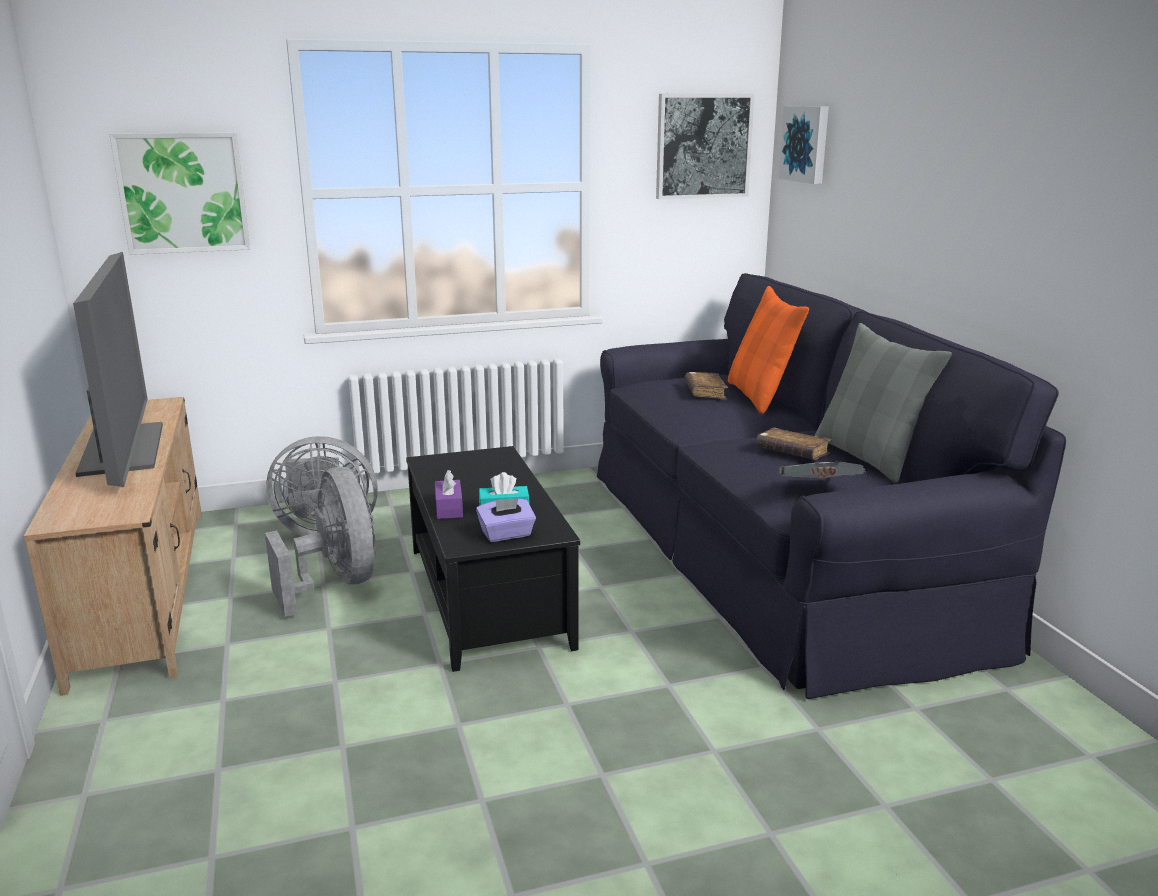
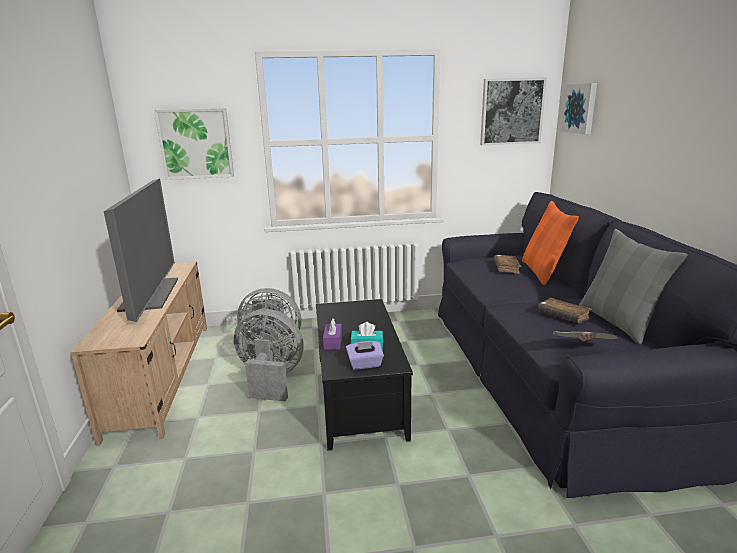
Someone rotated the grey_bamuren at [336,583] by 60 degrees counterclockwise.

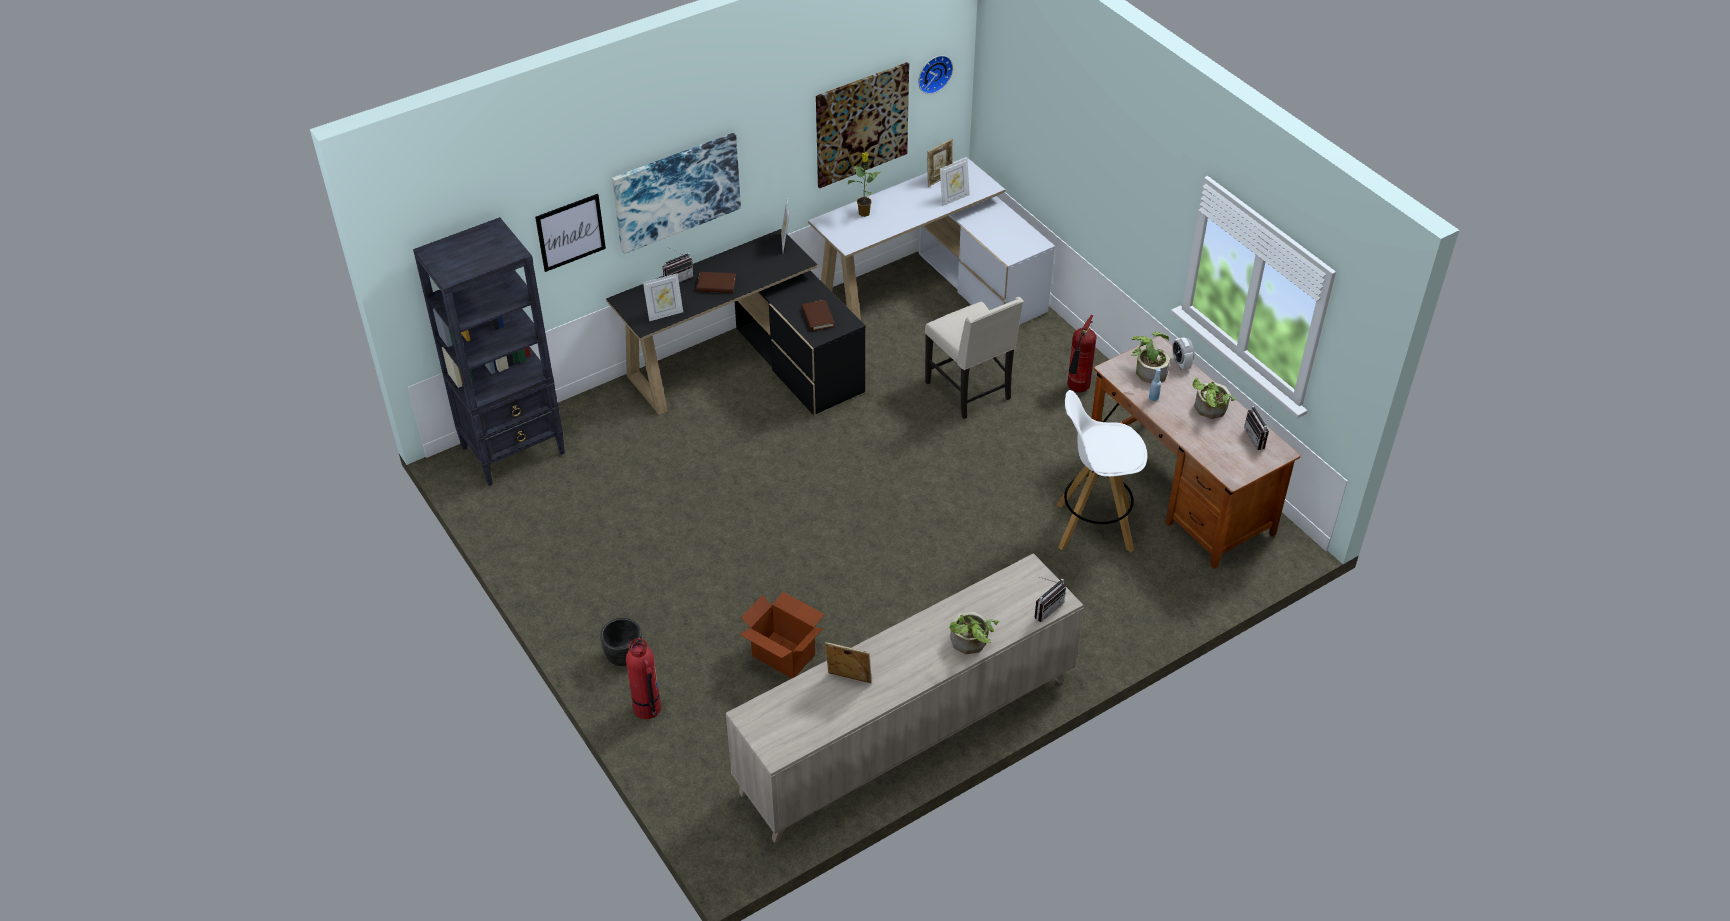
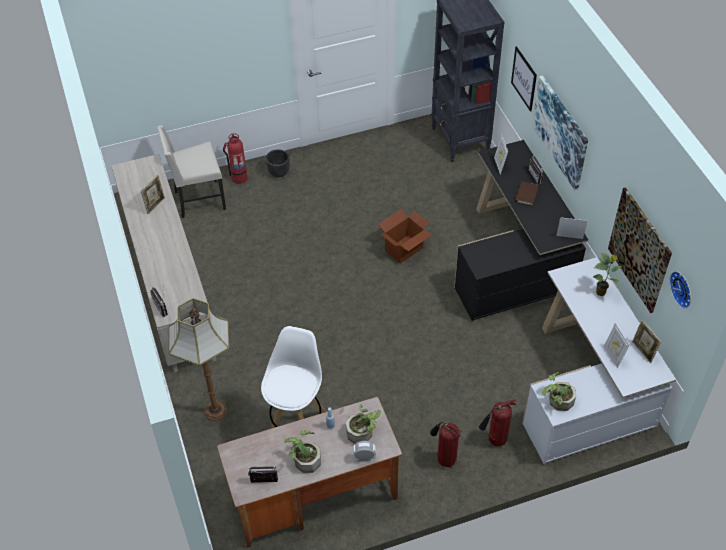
Someone carried the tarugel from [784,655] to [404,249]. Someone took away the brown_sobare at [817,317]. Someone carried the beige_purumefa from [970,391] to [198,200]. Someone carried the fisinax from [970,644] to [557,401]. Someone put down the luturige at [214,411]. Someone put down the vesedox at [495,441].

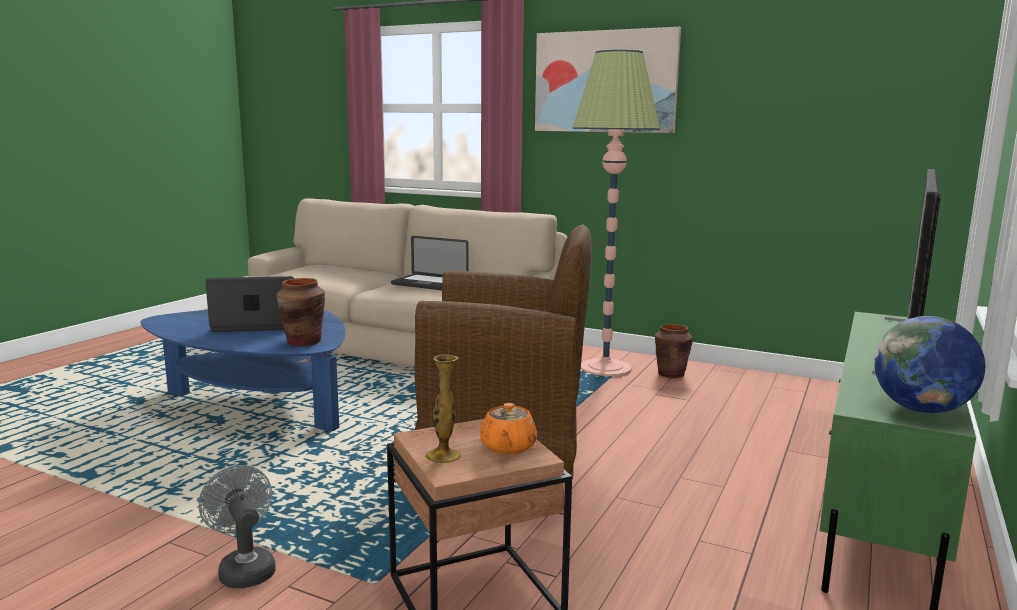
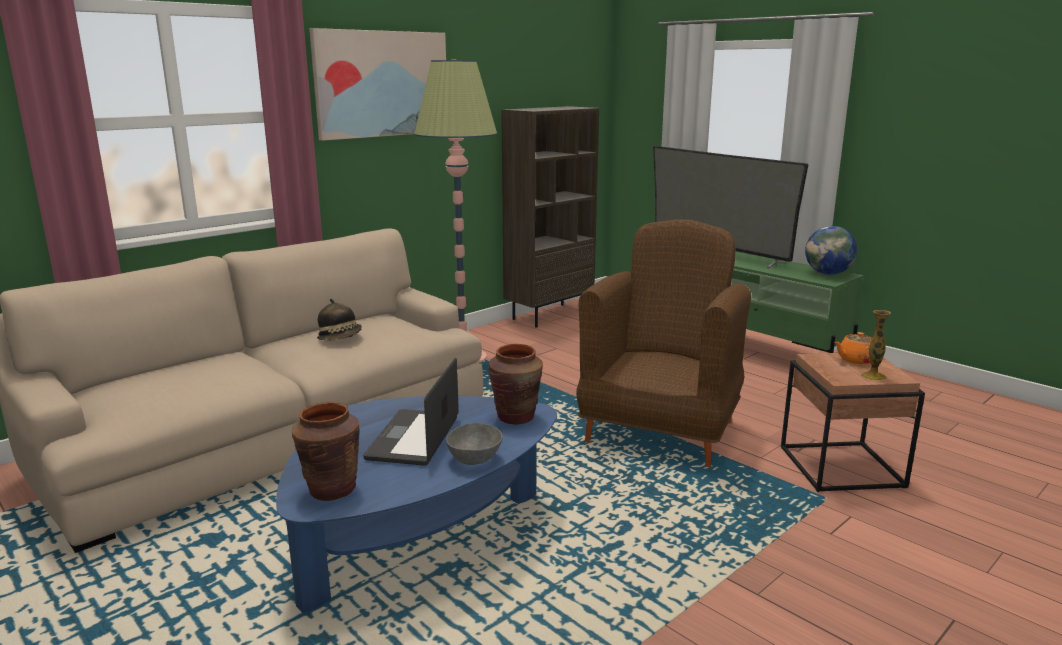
Someone took away the grey_bamuren at [244,569]. Someone swapped the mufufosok at [429,284] for the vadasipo at [341,338]. Someone rotated the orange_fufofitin at [508,447] by 135 degrees clockwise. Someone carried the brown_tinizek from [671,374] to [332,490]. Someone put down the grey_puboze at [475,459]. Someone put down the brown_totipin at [549,315].

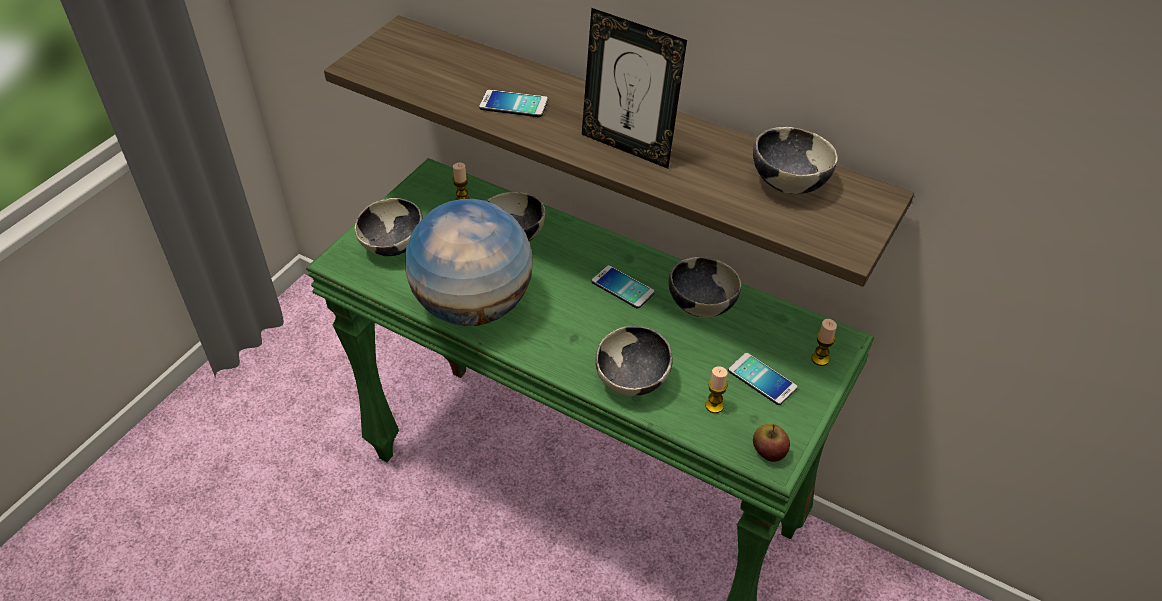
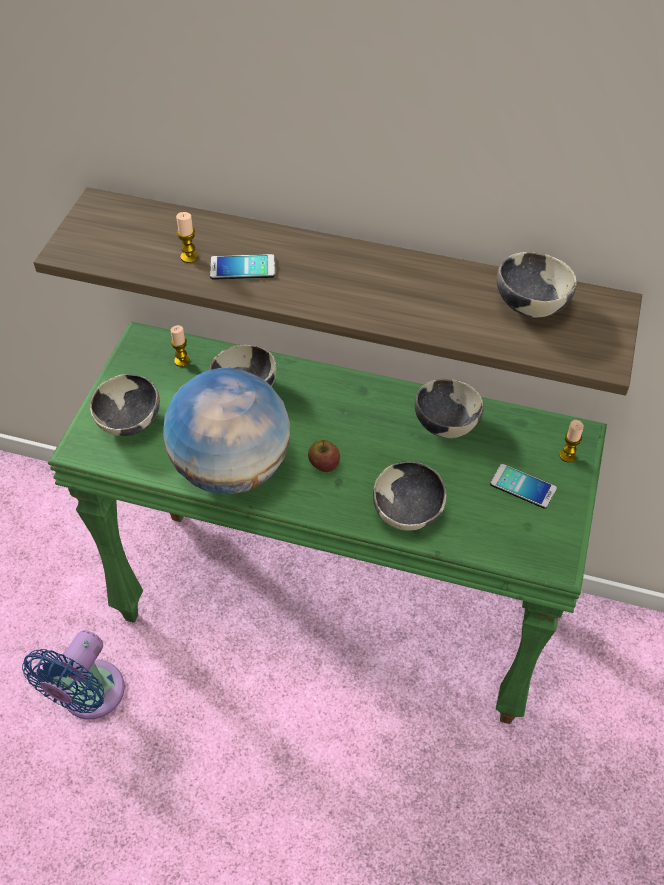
Someone took away the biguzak at [628,147]. Someone took away the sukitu at [622,287]. Someone carried the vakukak from [714,406] to [189,257]. Someone carried the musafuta from [768,452] to [324,464]. Someone put down the blue_bamuren at [89,696].

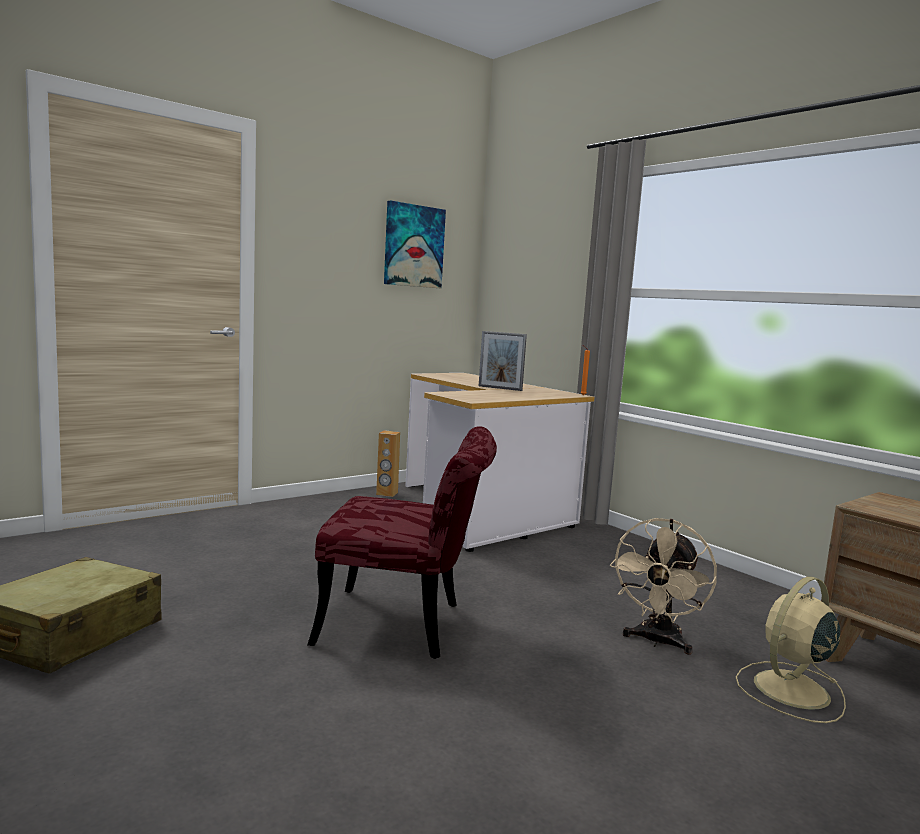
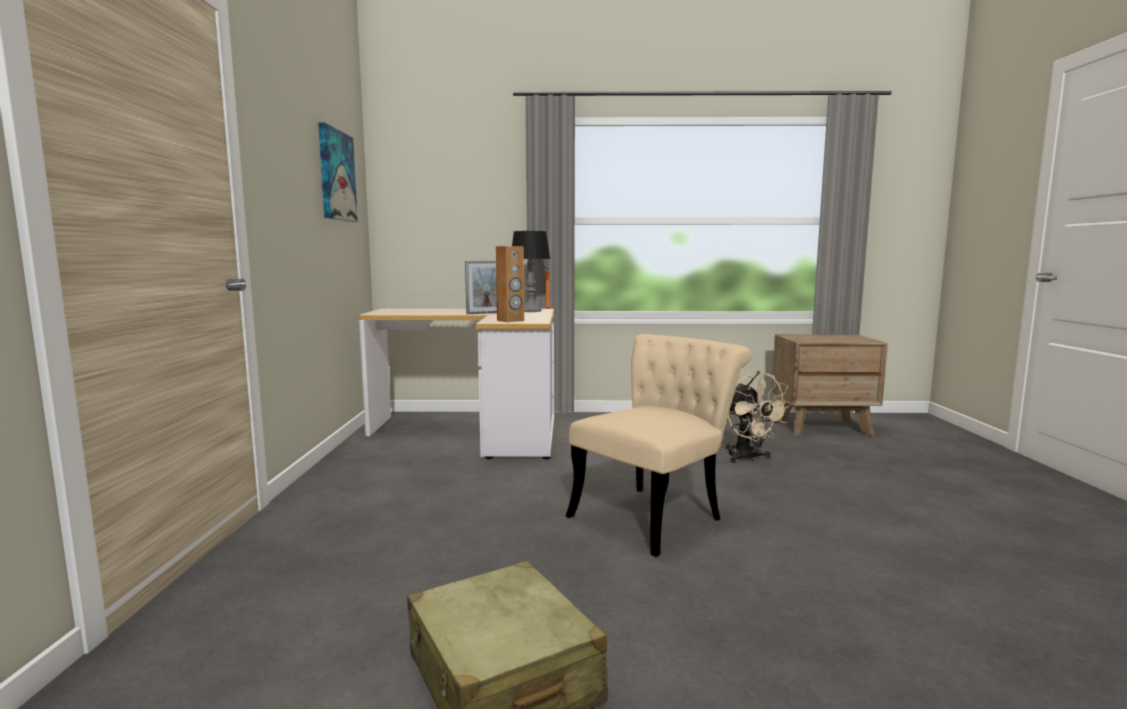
Someone repainted the red_purumefa at [406,625], which became the beige_purumefa at [655,514]. Someone carried the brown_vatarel from [387,493] to [510,320]. Someone took away the beige_bamuren at [789,690]. Someone put down the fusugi at [530,311].

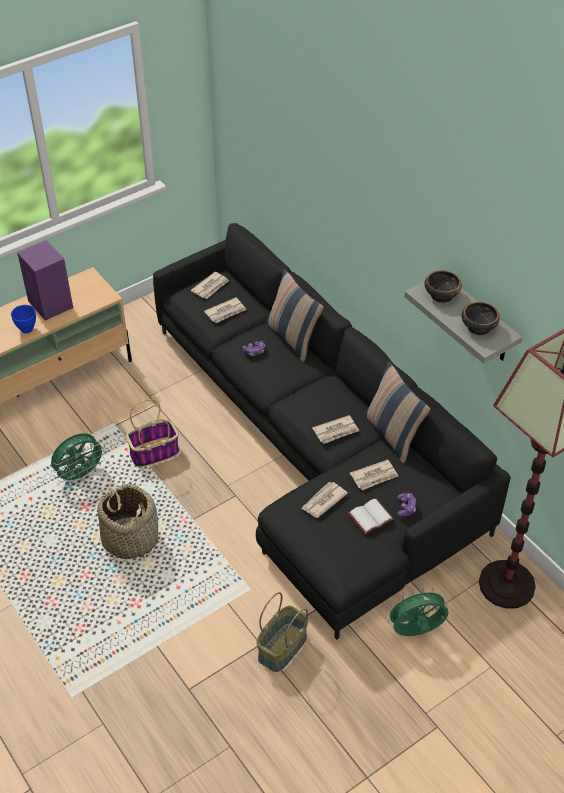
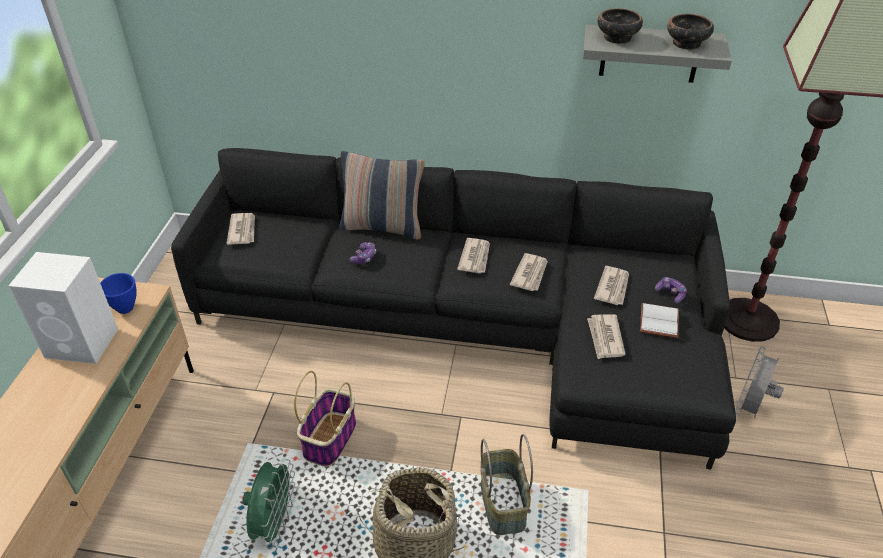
Someone carried the blue_puboze from [26,329] to [124,309]. Someone repainted the purple_vatarel at [51,305], which became the white_vatarel at [83,343]. Someone carried the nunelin from [226,312] to [475,257]. Someone carried the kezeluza from [283,648] to [504,504]. Someone took away the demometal at [392,435]. Someone repainted the green_bamuren at [416,632], which became the grey_bamuren at [749,408].

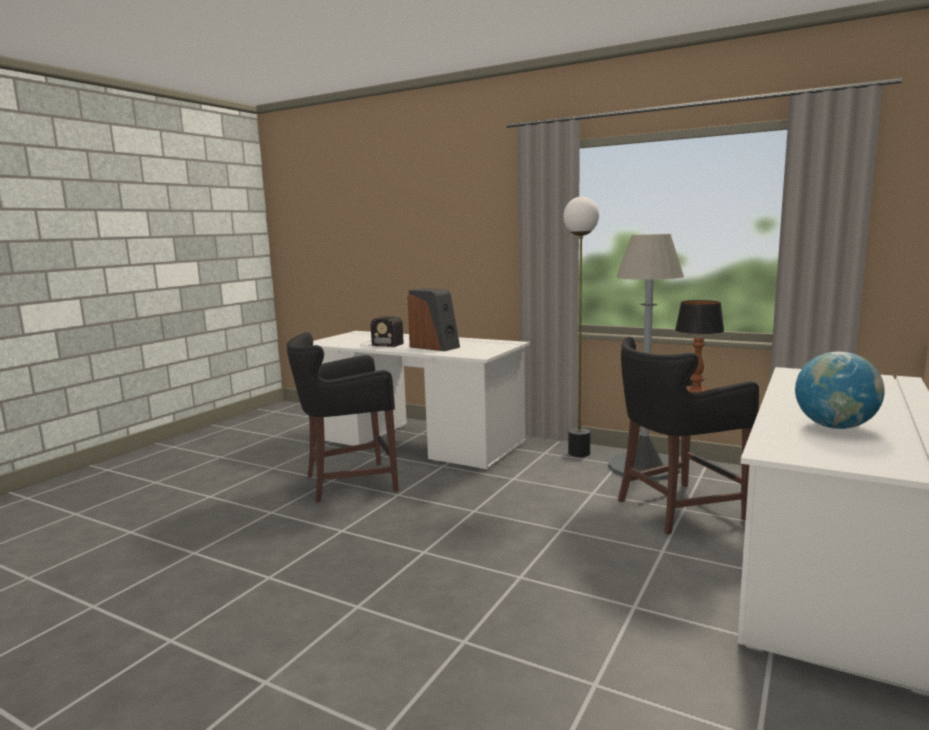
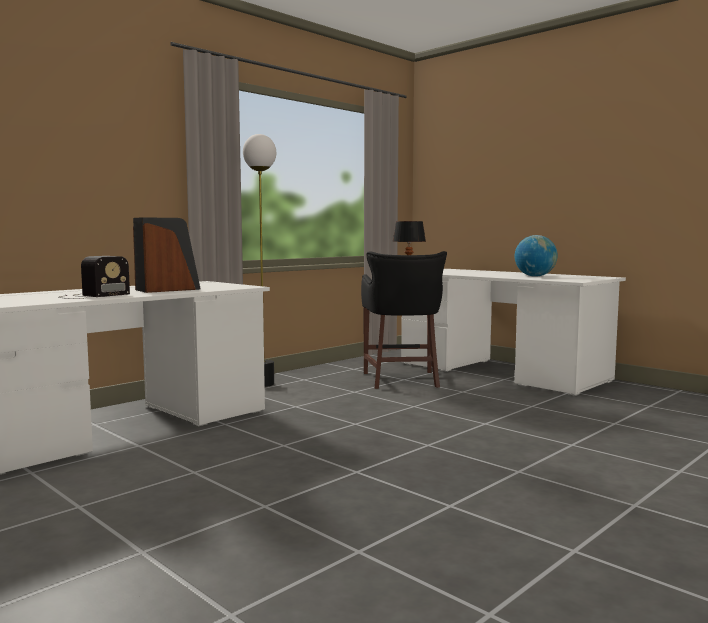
Someone took away the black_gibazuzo at [347,482]. Someone took away the grey_luturige at [643,467].

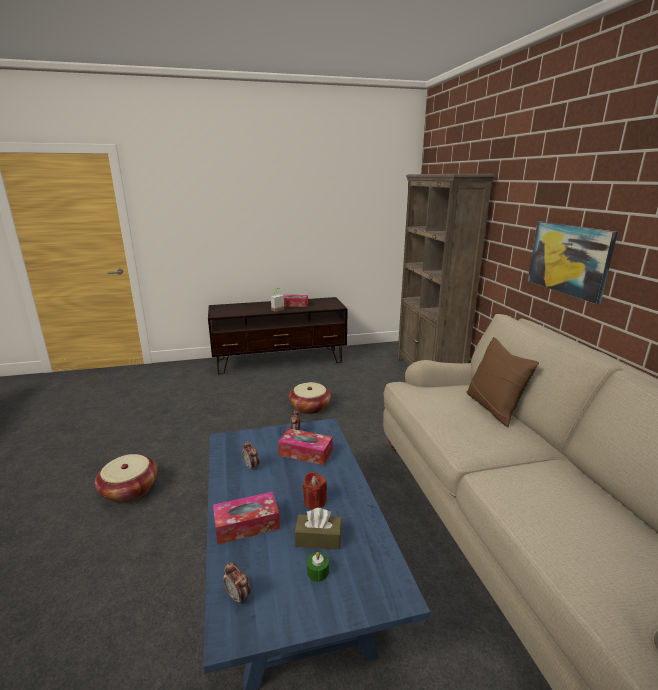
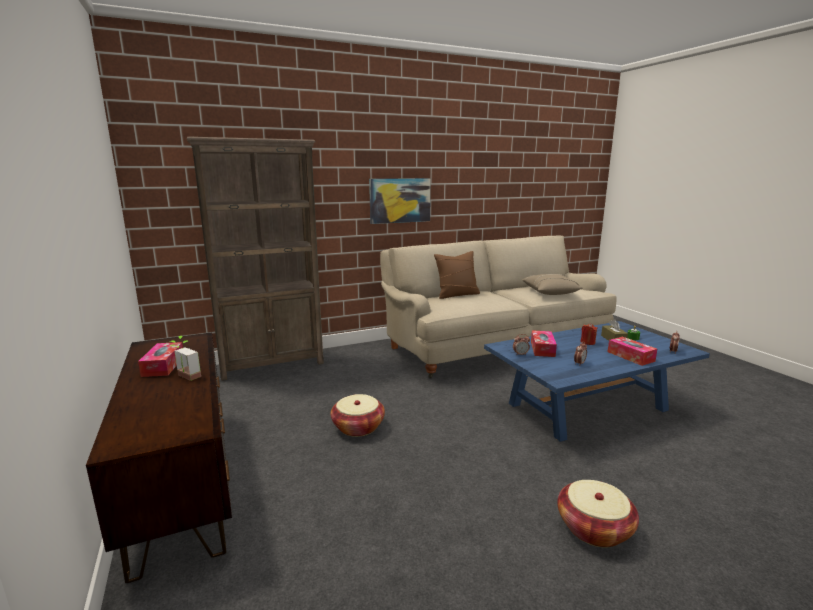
Someone put down the beige_demometal at [550,292].

